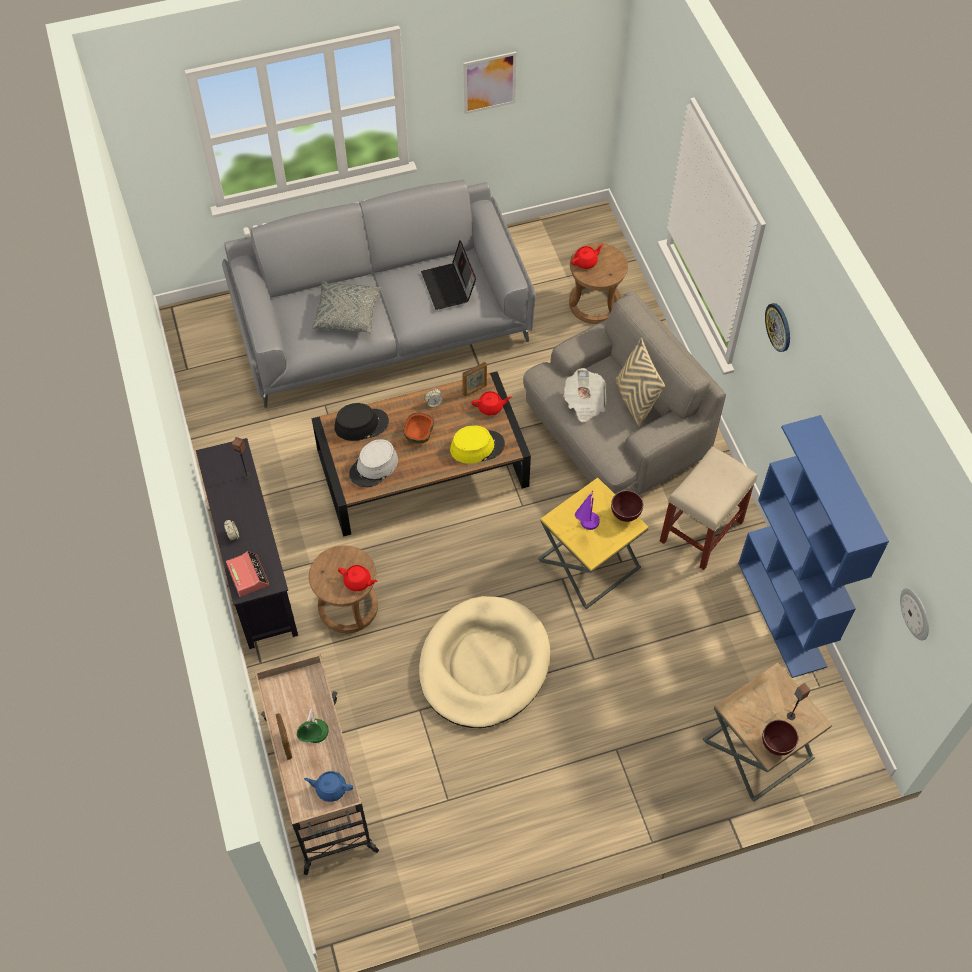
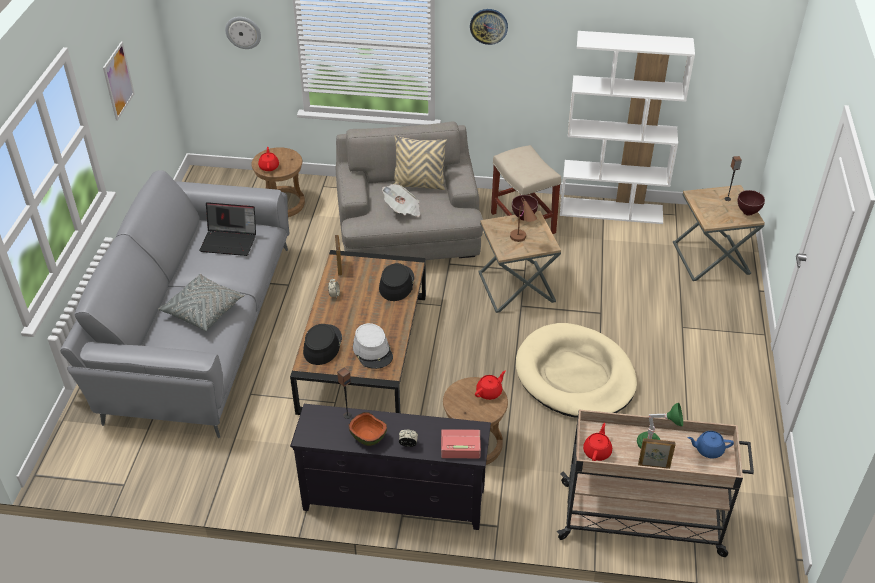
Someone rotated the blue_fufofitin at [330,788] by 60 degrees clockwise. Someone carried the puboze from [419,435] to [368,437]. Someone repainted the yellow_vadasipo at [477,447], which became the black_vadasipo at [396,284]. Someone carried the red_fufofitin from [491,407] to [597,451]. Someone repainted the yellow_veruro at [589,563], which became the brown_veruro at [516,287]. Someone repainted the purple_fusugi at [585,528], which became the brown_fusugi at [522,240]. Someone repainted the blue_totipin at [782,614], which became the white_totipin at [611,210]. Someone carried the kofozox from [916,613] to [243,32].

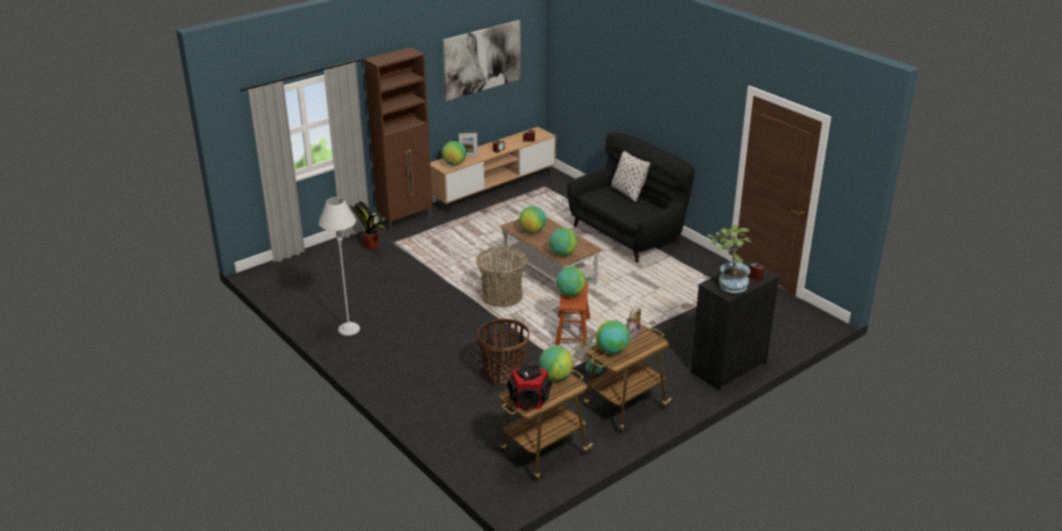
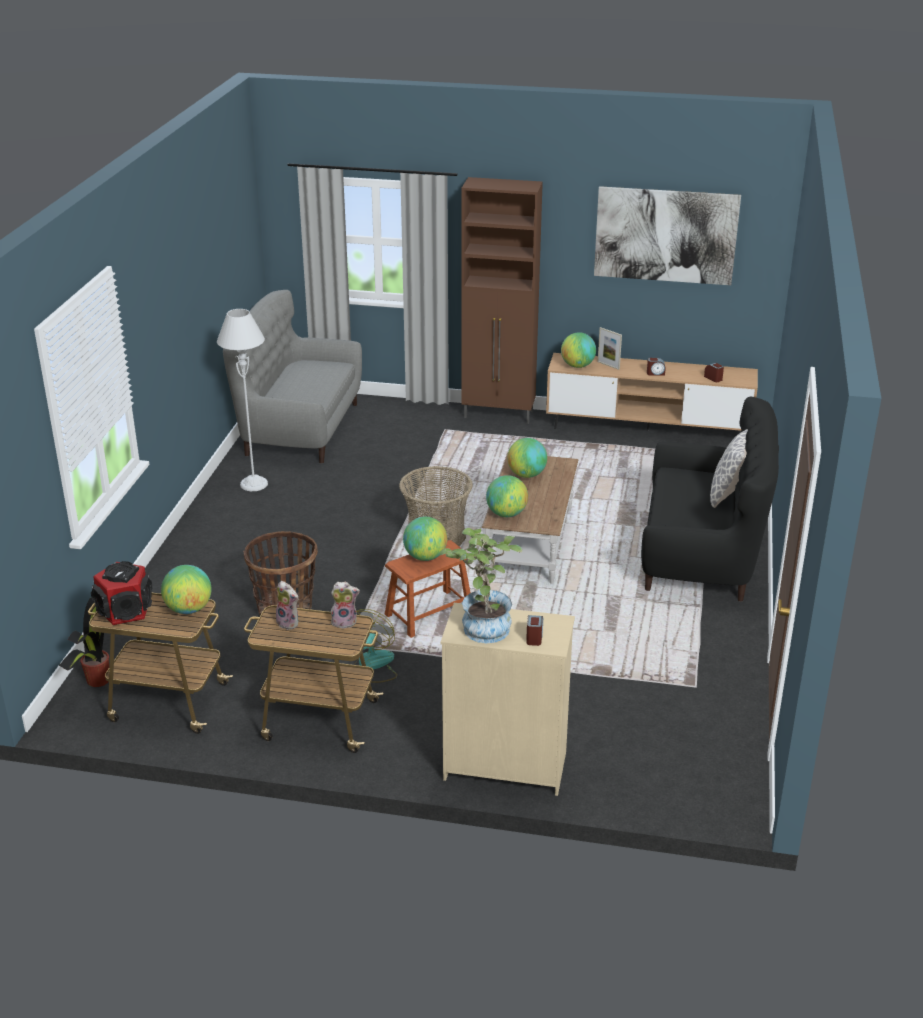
Someone carried the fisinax from [372,246] to [97,681]. Someone swapped the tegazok at [612,350] for the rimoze at [289,623]. Someone repainted the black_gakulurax at [728,367], which became the beige_gakulurax at [505,765]. Someone put down the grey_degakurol at [299,428].

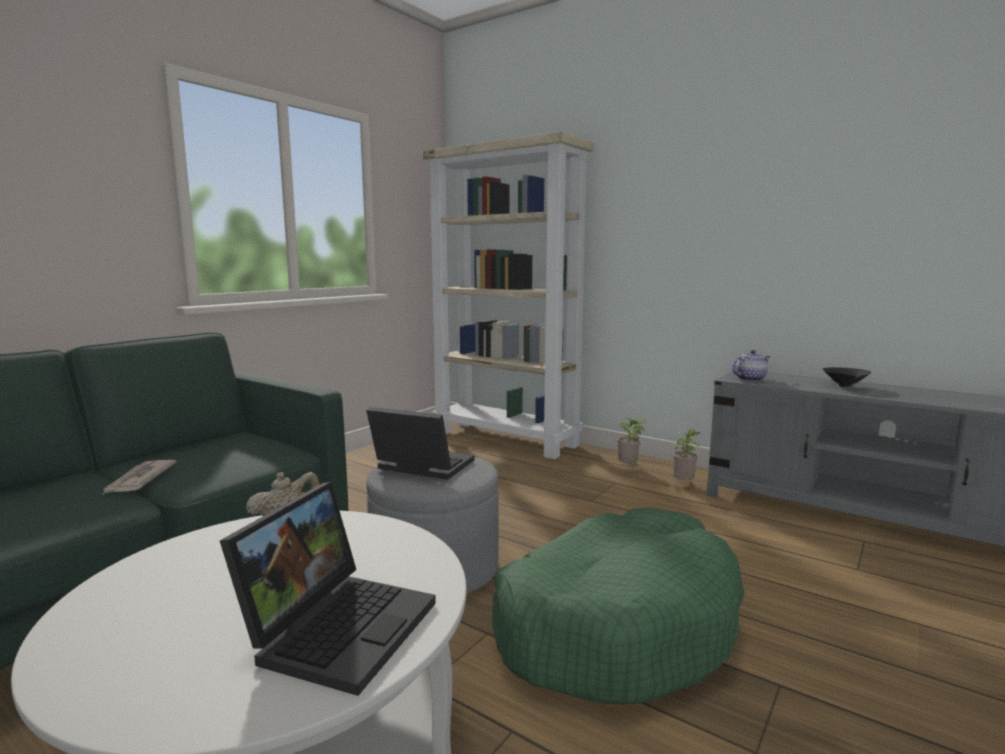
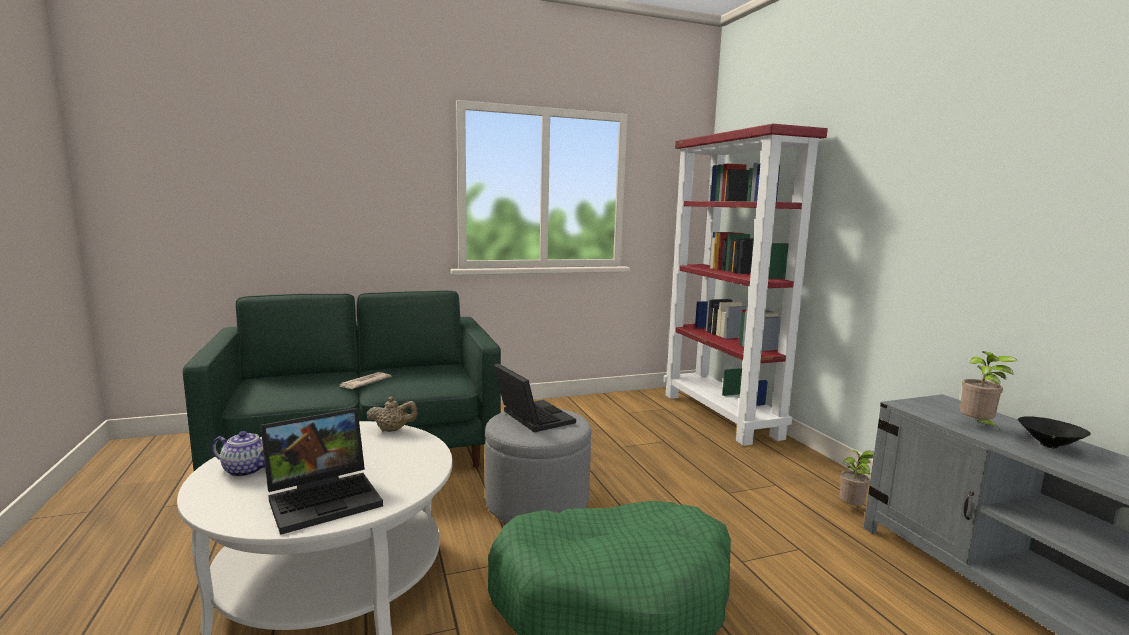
Someone repainted the beige_totipin at [506,439], which became the red_totipin at [721,415]. Someone carried the fisinax from [629,468] to [977,426]. Someone carried the fufofitin from [750,379] to [247,470].

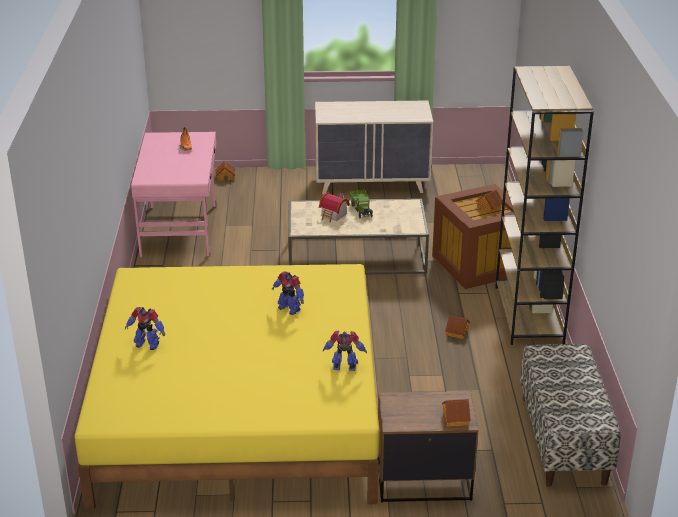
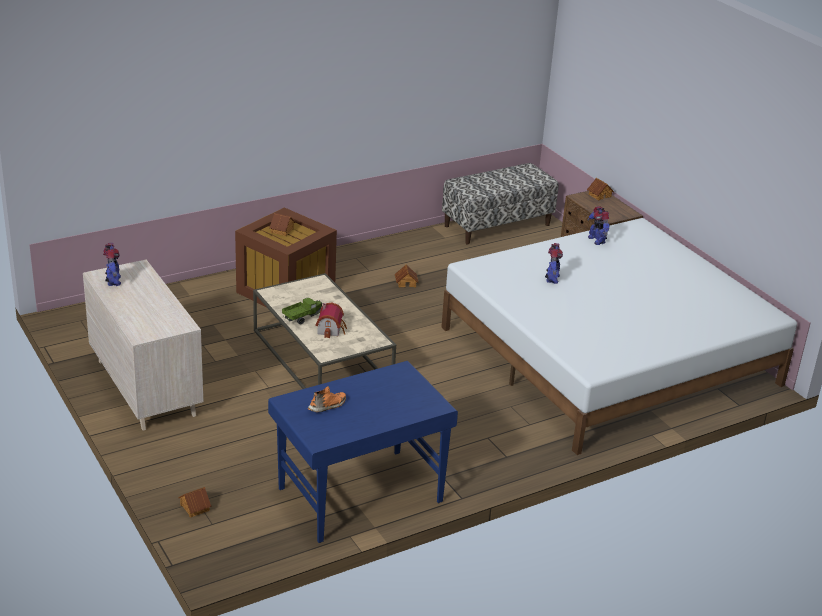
Someone repainted the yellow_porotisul at [237,408], which became the white_porotisul at [609,356]. Someone carried the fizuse from [147,344] to [113,281]. Someone repainted the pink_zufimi at [180,229], which became the blue_zufimi at [358,494]. Someone took away the brown_totipin at [529,315].

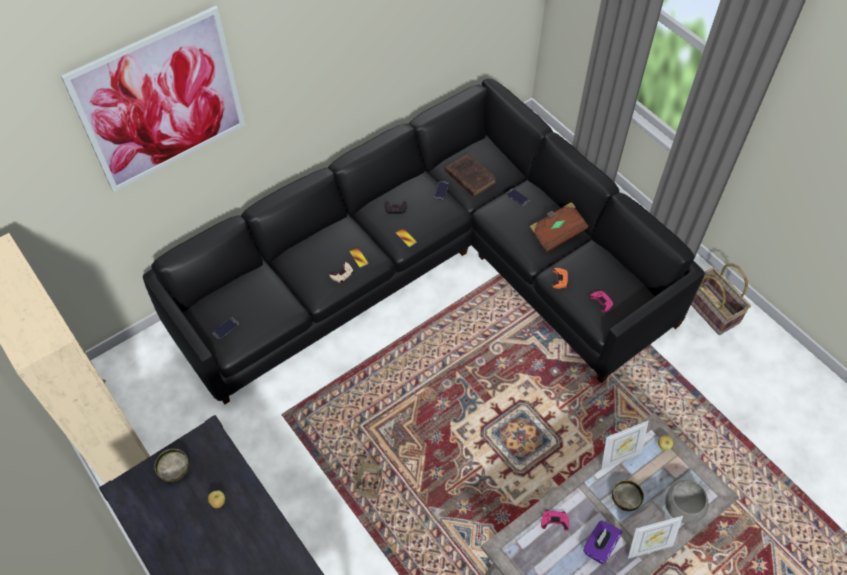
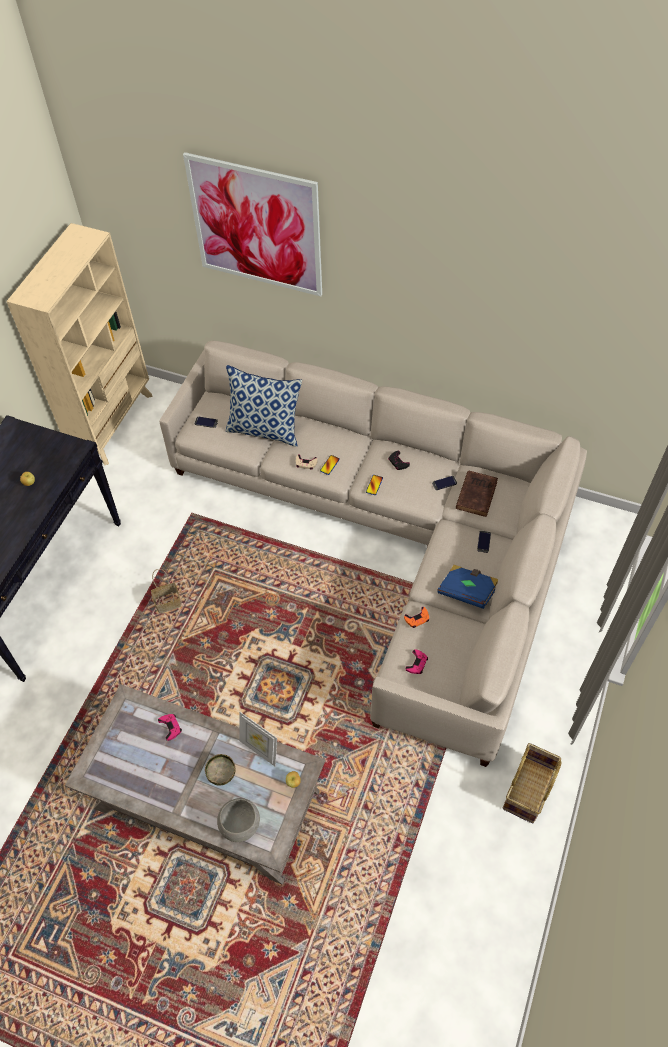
Someone repainted the black_degakurol at [432,271], which became the beige_degakurol at [394,538]. Someone took away the puboze at [174,469]. Someone repainted the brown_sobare at [557,233], which became the blue_sobare at [467,591]. Someone took away the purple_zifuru at [599,546]. Someone took away the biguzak at [648,547]. Someone put down the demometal at [265,430].

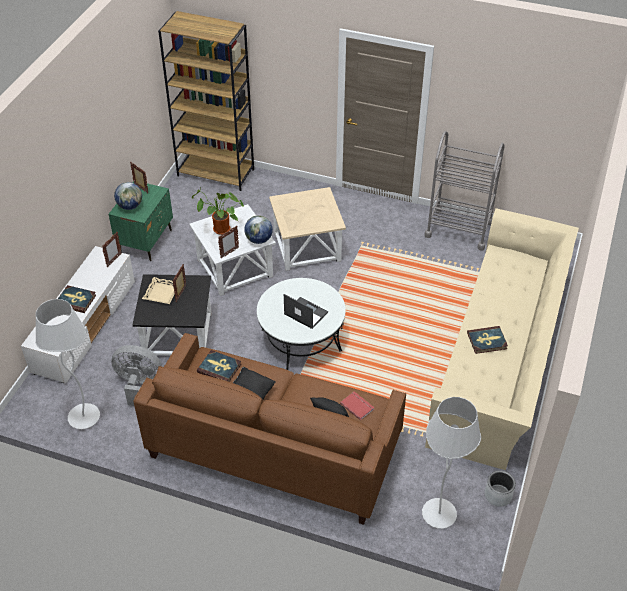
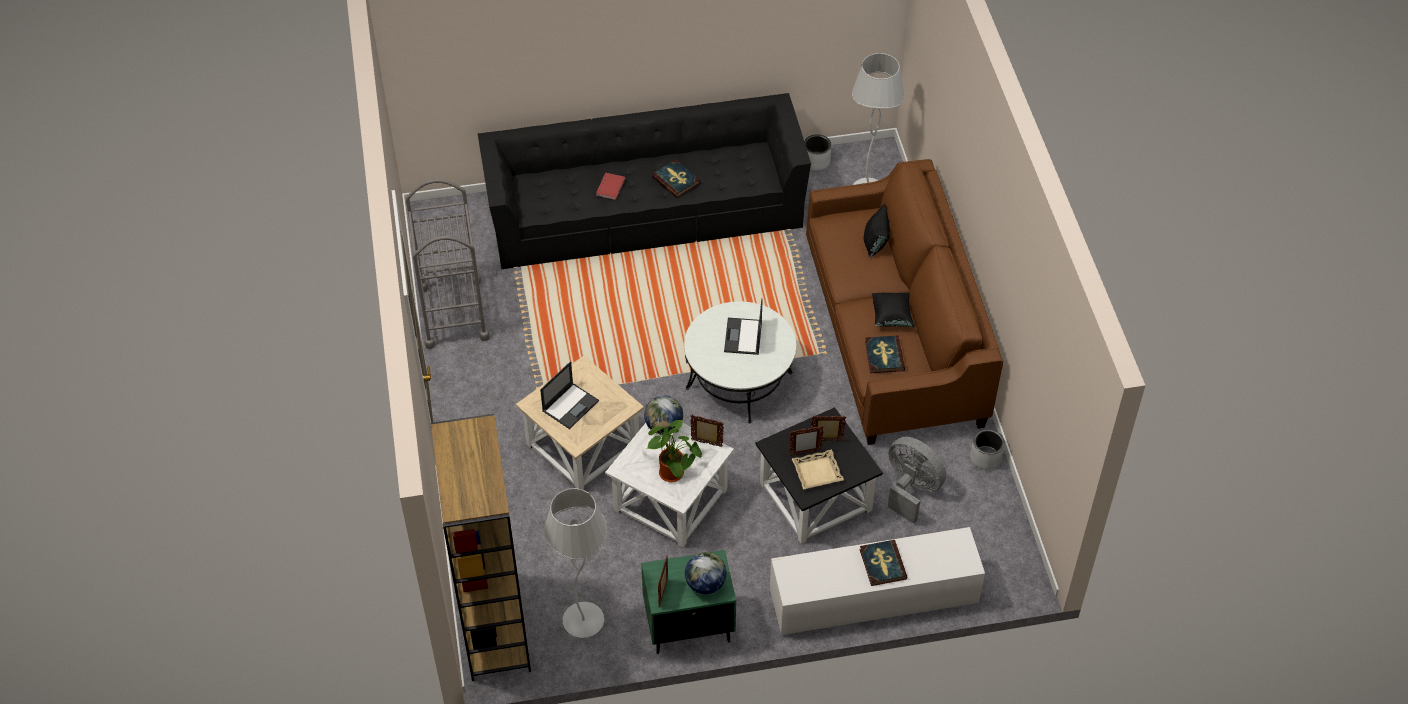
Someone carried the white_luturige from [84,418] to [583,621]. Someone carried the biguzak from [114,260] to [826,441]. Someone rotated the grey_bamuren at [139,386] by 150 degrees clockwise. Someone carried the red_sobare from [357,406] to [609,187]. Someone repainted the beige_degakurol at [500,358], which became the black_degakurol at [645,211]. Someone put down the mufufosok at [570,405]. Someone put down the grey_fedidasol at [986,458].

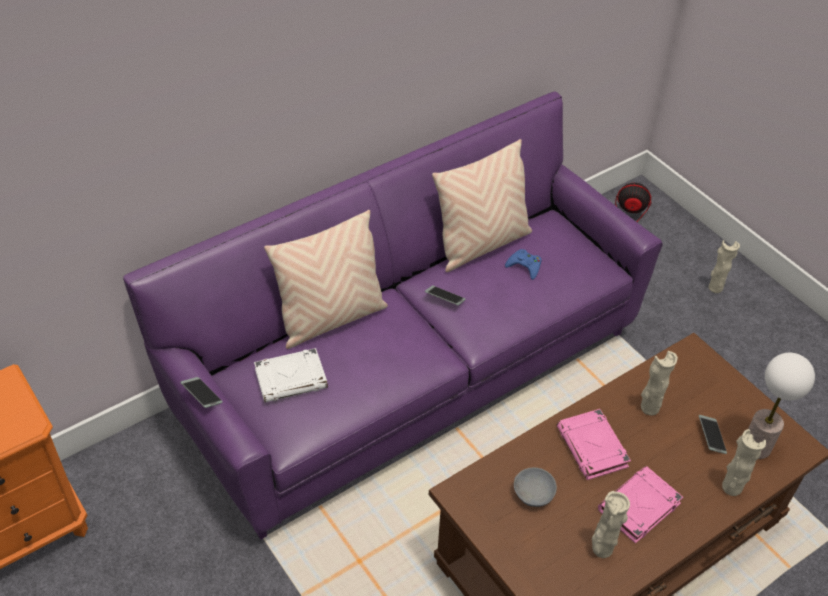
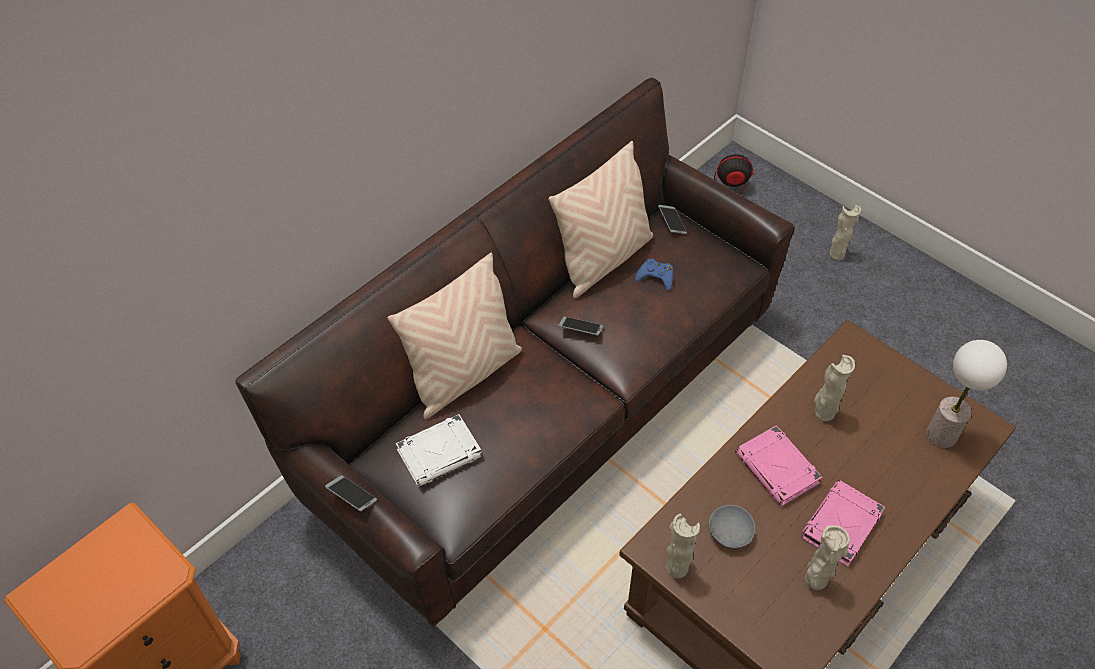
Someone repainted the purple_degakurol at [410,375], which became the brown_degakurol at [546,410]. Someone carried the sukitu from [711,437] to [672,222]. Someone carried the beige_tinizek from [732,487] to [677,567].

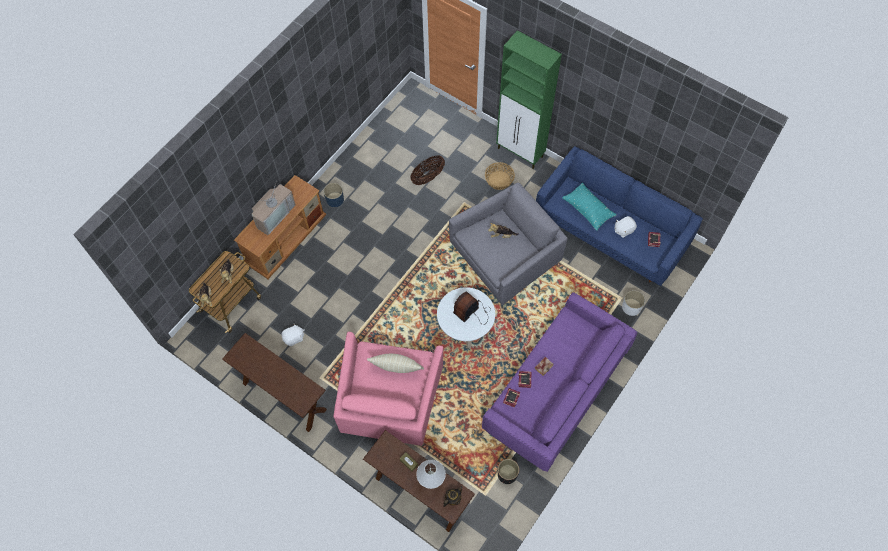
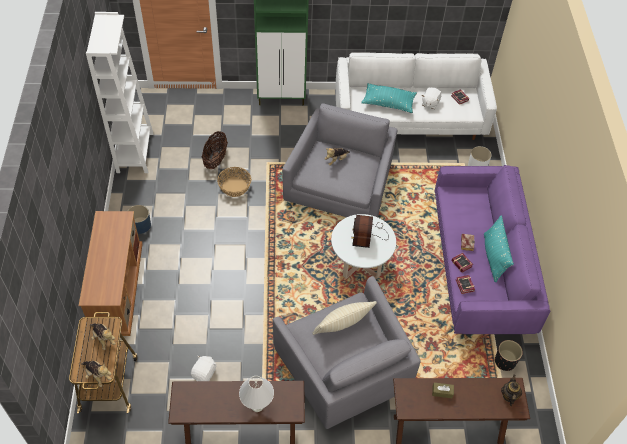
Someone took away the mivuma at [274,214]. Someone repainted the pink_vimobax at [389,397], which became the grey_vimobax at [344,365]. Someone carried the white_fusugi from [431,480] to [257,406]. Someone carried the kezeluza from [499,180] to [234,187]. Someone repainted the blue_degakurol at [611,230], which became the white_degakurol at [409,117]. Someone put down the white_totipin at [135,153]. Someone put down the turquoise_demometal at [494,257].

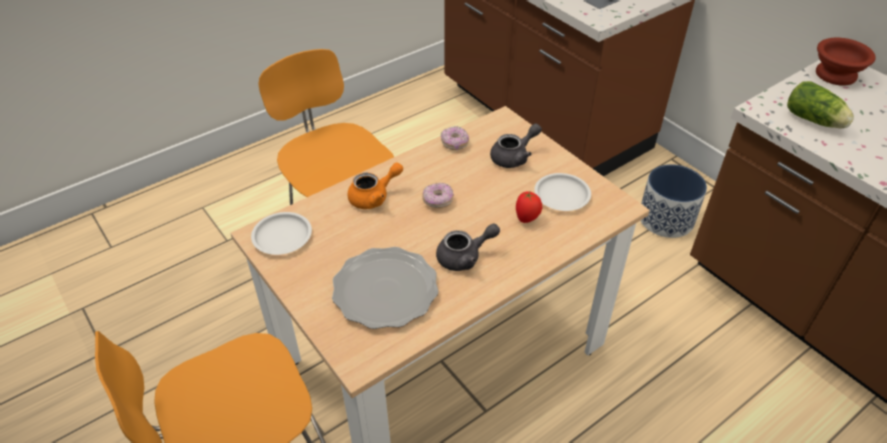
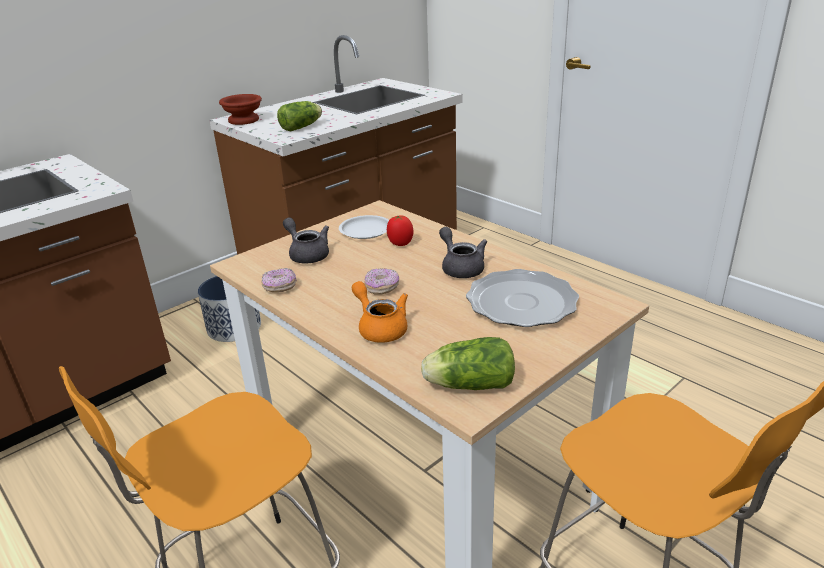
Someone swapped the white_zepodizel at [282,237] for the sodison at [467,385].

